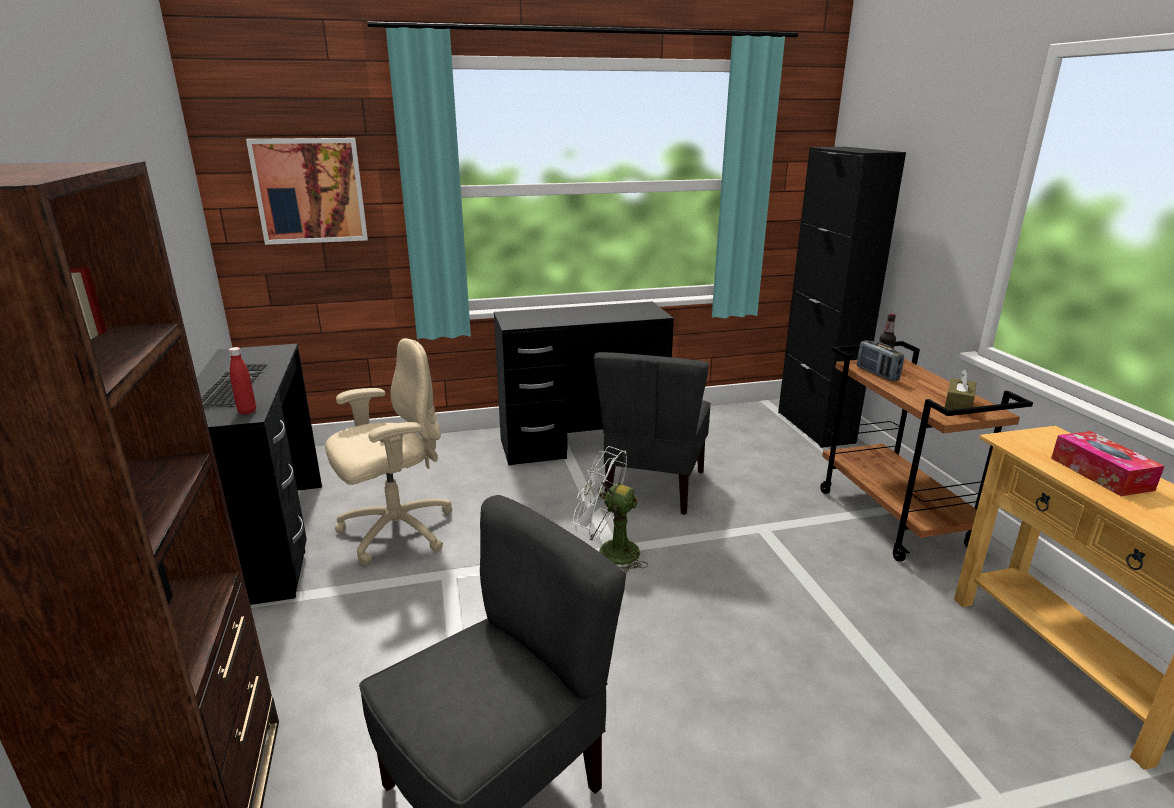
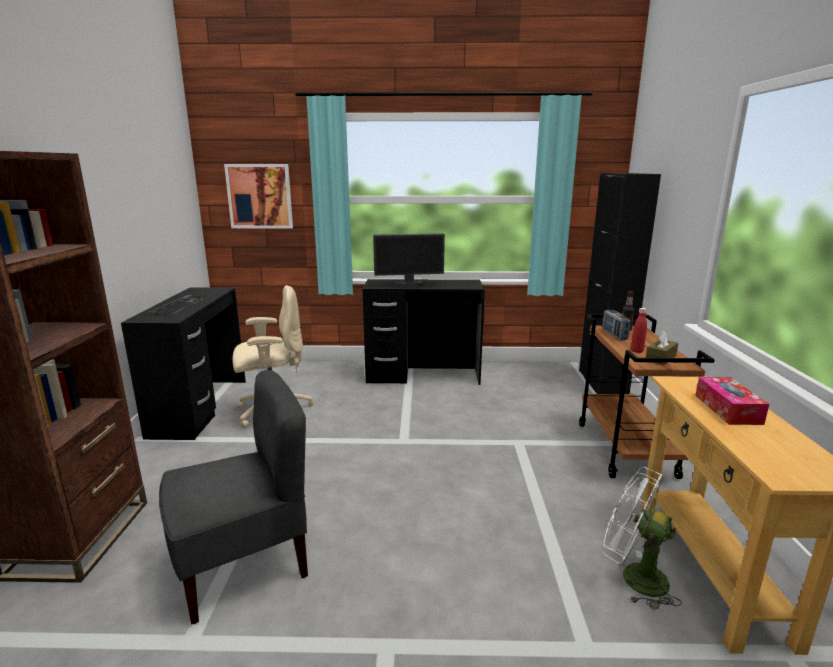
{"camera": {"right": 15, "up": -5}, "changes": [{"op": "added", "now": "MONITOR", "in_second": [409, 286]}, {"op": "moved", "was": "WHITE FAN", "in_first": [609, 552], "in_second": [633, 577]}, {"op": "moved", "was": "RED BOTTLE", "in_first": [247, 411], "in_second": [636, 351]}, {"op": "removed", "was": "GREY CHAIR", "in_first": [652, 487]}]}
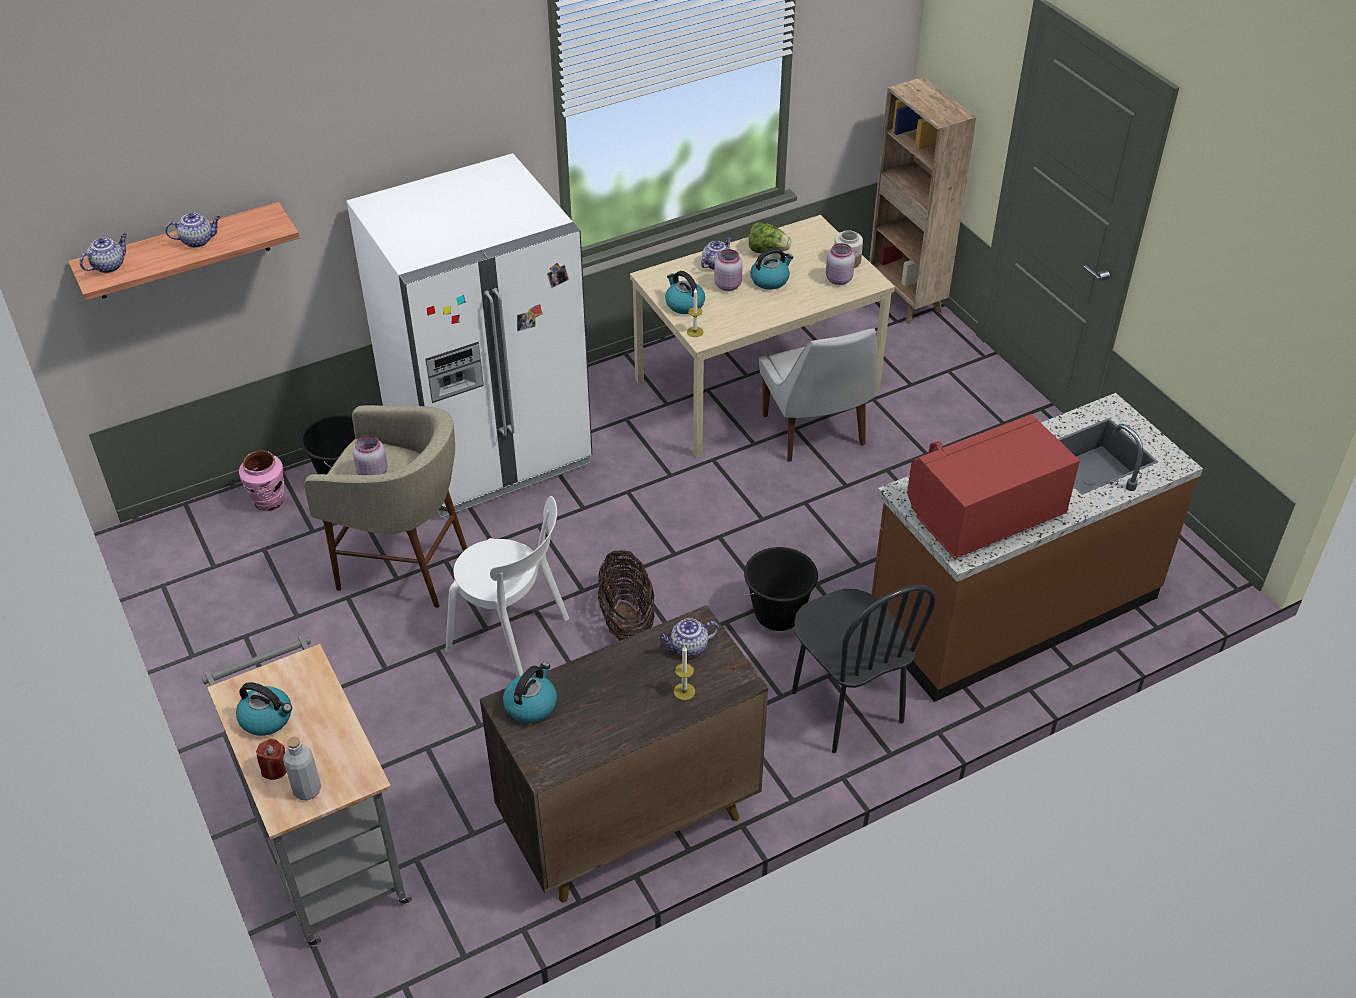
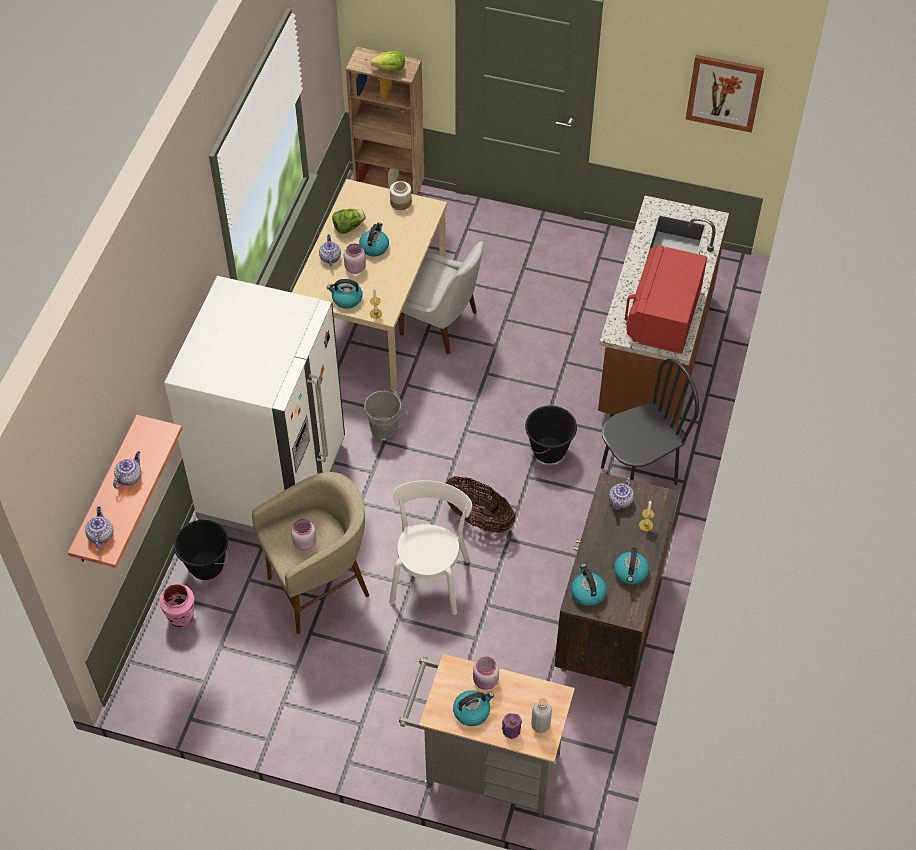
{"camera": {"right": -45, "up": 10}, "changes": [{"op": "added", "now": "GREY BUCKET", "in_second": [386, 430]}, {"op": "added", "now": "LETTUCE", "in_second": [390, 69]}, {"op": "turned", "was": "WHITE CHAIR", "in_first": [513, 636], "in_second": [430, 577], "clockwise": -60}, {"op": "moved", "was": "PINK JAR", "in_first": [838, 280], "in_second": [485, 681]}, {"op": "recoloured", "was": "RED CANDLE", "now": "PURPLE CANDLE", "in_first": [275, 769], "in_second": [511, 730]}, {"op": "turned", "was": "BLACK CHAIR", "in_first": [846, 707], "in_second": [638, 474], "clockwise": -45}, {"op": "added", "now": "KETTLE", "in_second": [630, 573]}, {"op": "added", "now": "PICTURE", "in_second": [724, 92]}]}
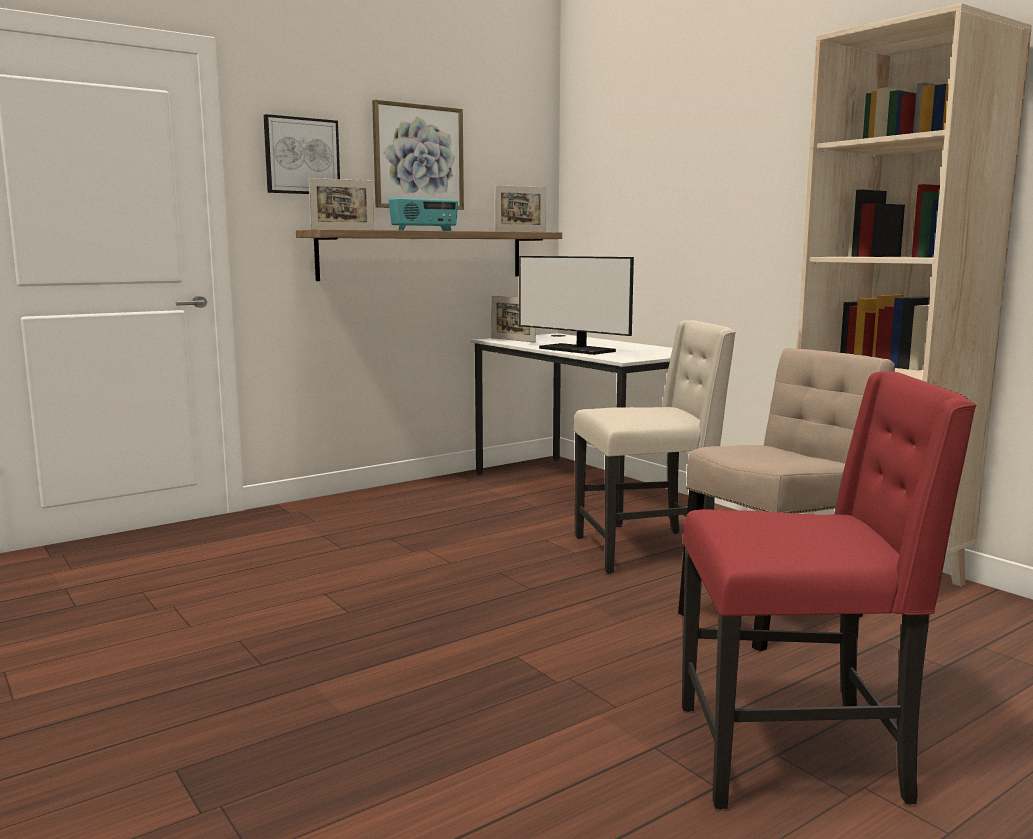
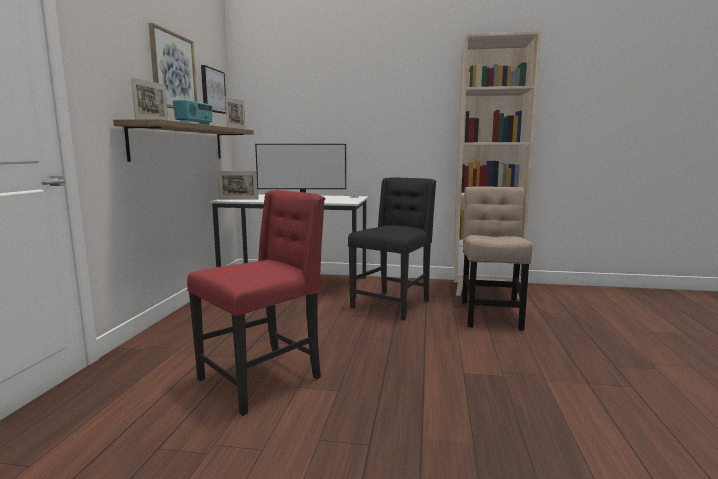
{"camera": {"right": -45, "up": 0}, "changes": [{"op": "moved", "was": "RED CHAIR", "in_first": [794, 754], "in_second": [263, 379]}, {"op": "moved", "was": "PICTURE", "in_first": [301, 156], "in_second": [212, 90]}, {"op": "recoloured", "was": "BEIGE CHAIR", "now": "BLACK CHAIR", "in_first": [646, 550], "in_second": [392, 304]}]}
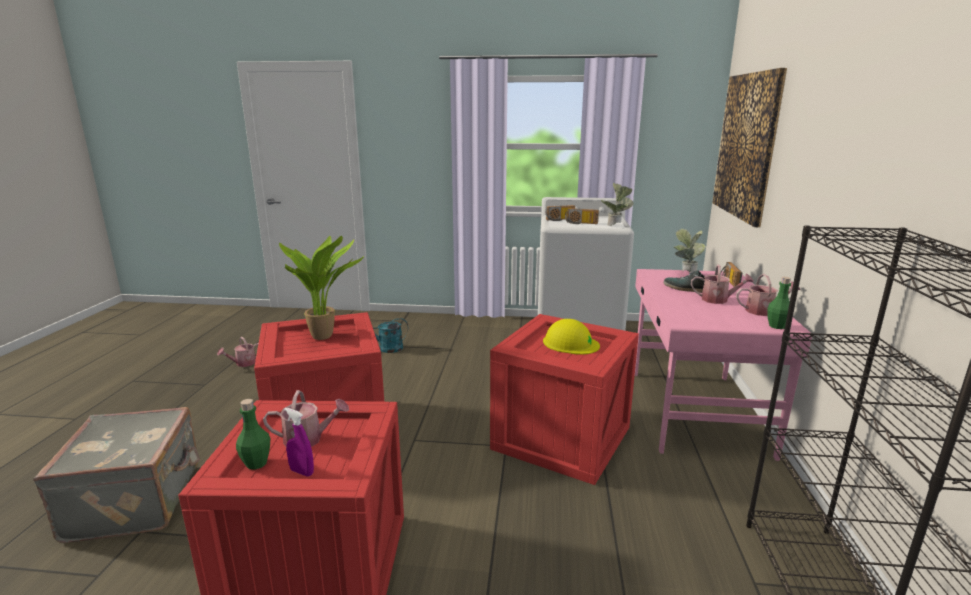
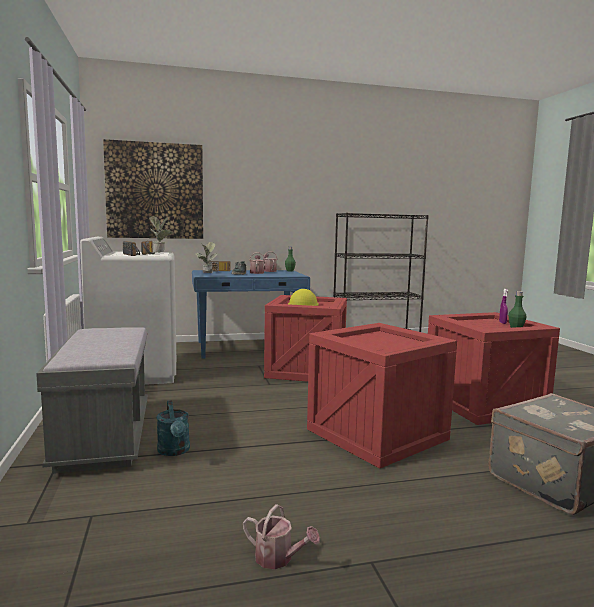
{"camera": {"right": -110, "up": -10}, "changes": [{"op": "added", "now": "GREY BENCH", "in_second": [104, 437]}, {"op": "recoloured", "was": "PINK DESK", "now": "BLUE DESK", "in_first": [694, 411], "in_second": [248, 348]}, {"op": "removed", "was": "WATERING CAN", "in_first": [308, 439]}, {"op": "removed", "was": "POTTED PLANT", "in_first": [326, 336]}]}
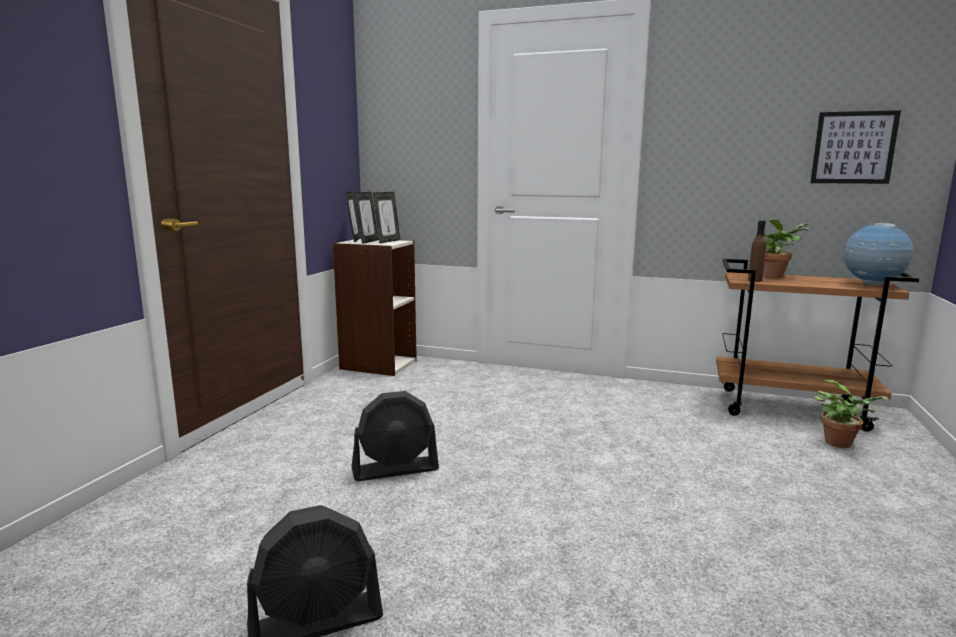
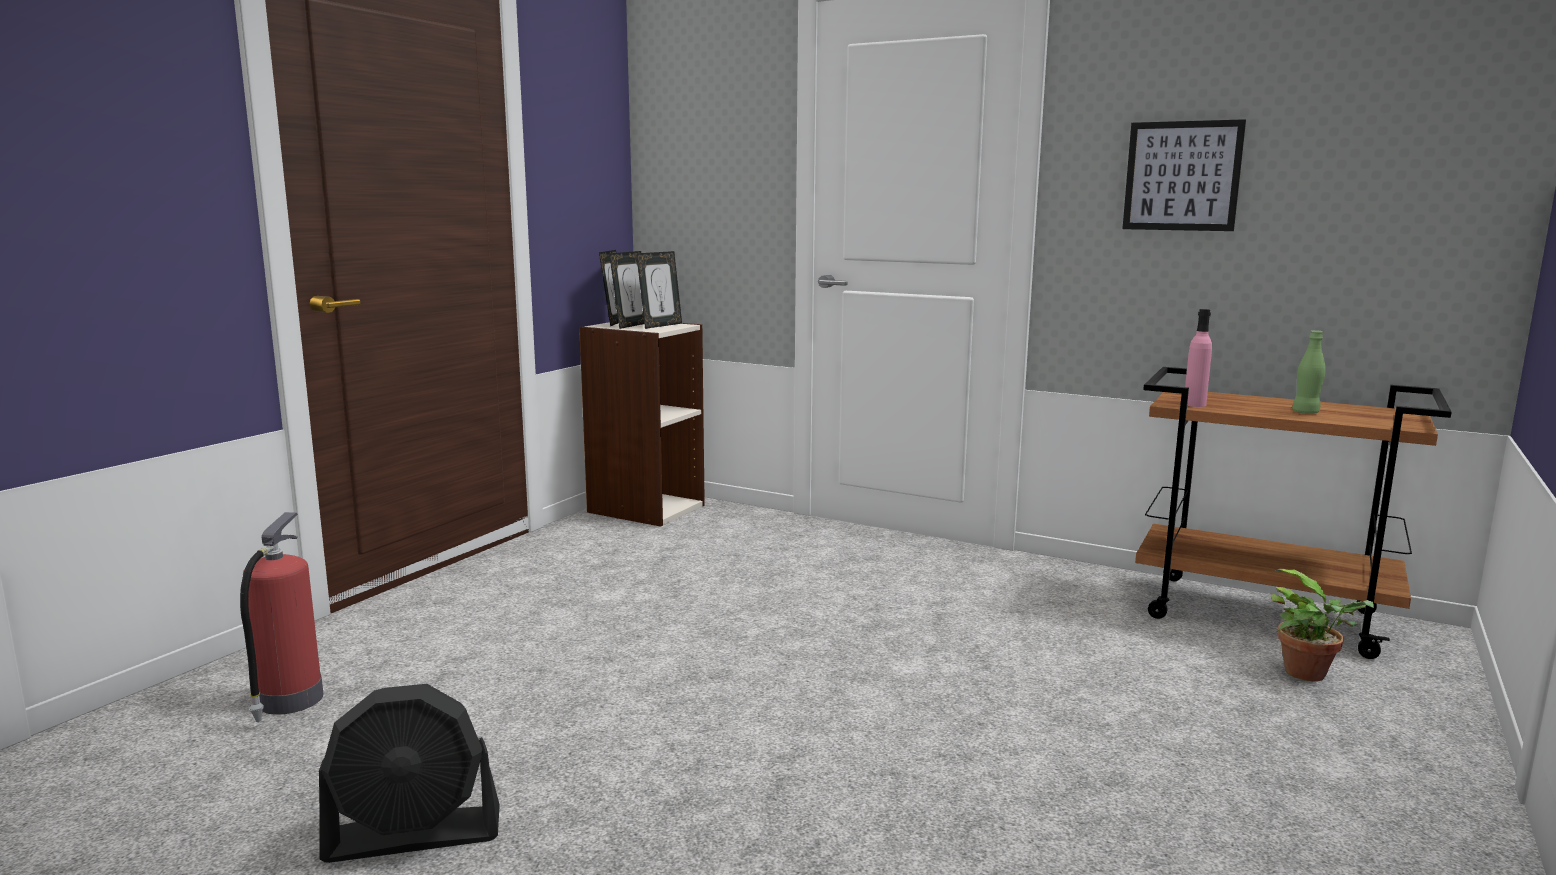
{"camera": {"right": 10, "up": 0}, "changes": [{"op": "added", "now": "FIRE EXTINGUISHER", "in_second": [289, 701]}, {"op": "moved", "was": "PICTURE", "in_first": [853, 148], "in_second": [1182, 176]}, {"op": "recoloured", "was": "BROWN BOTTLE", "now": "PINK BOTTLE", "in_first": [755, 280], "in_second": [1194, 404]}, {"op": "added", "now": "GREEN BOTTLE", "in_second": [1305, 412]}, {"op": "removed", "was": "BLACK FAN", "in_first": [395, 469]}, {"op": "removed", "was": "POTTED PLANT", "in_first": [773, 276]}, {"op": "removed", "was": "GLOBE", "in_first": [872, 285]}]}
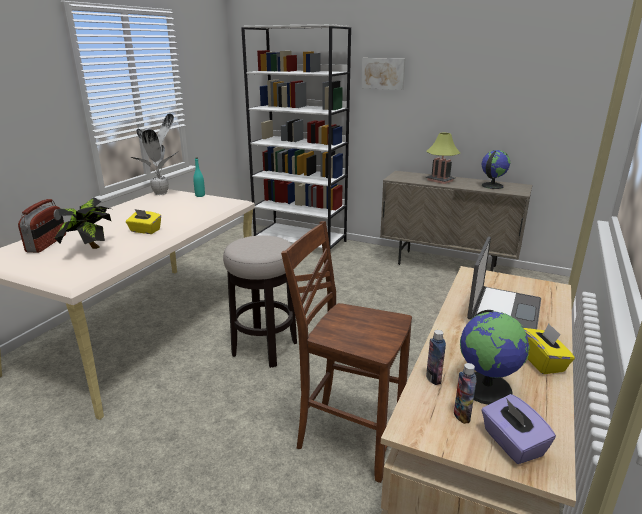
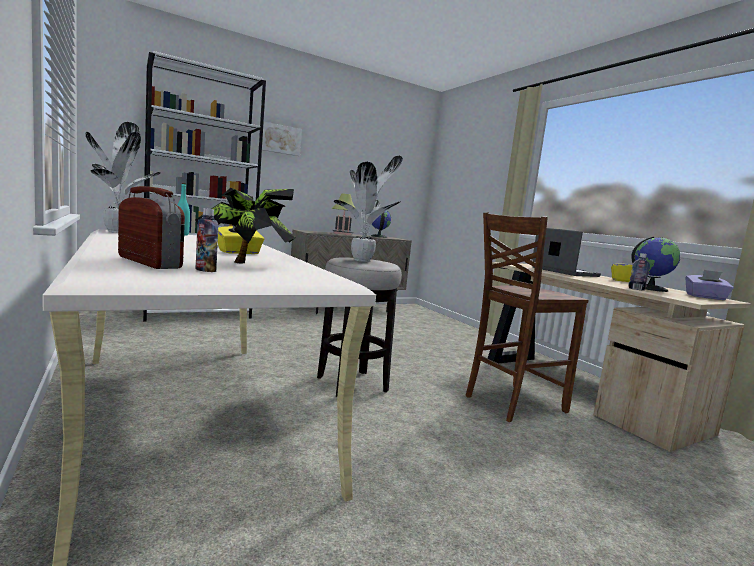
{"camera": {"right": -55, "up": -15}, "changes": [{"op": "moved", "was": "BOTTLE", "in_first": [461, 415], "in_second": [205, 270]}, {"op": "added", "now": "POTTED PLANT", "in_second": [364, 260]}]}
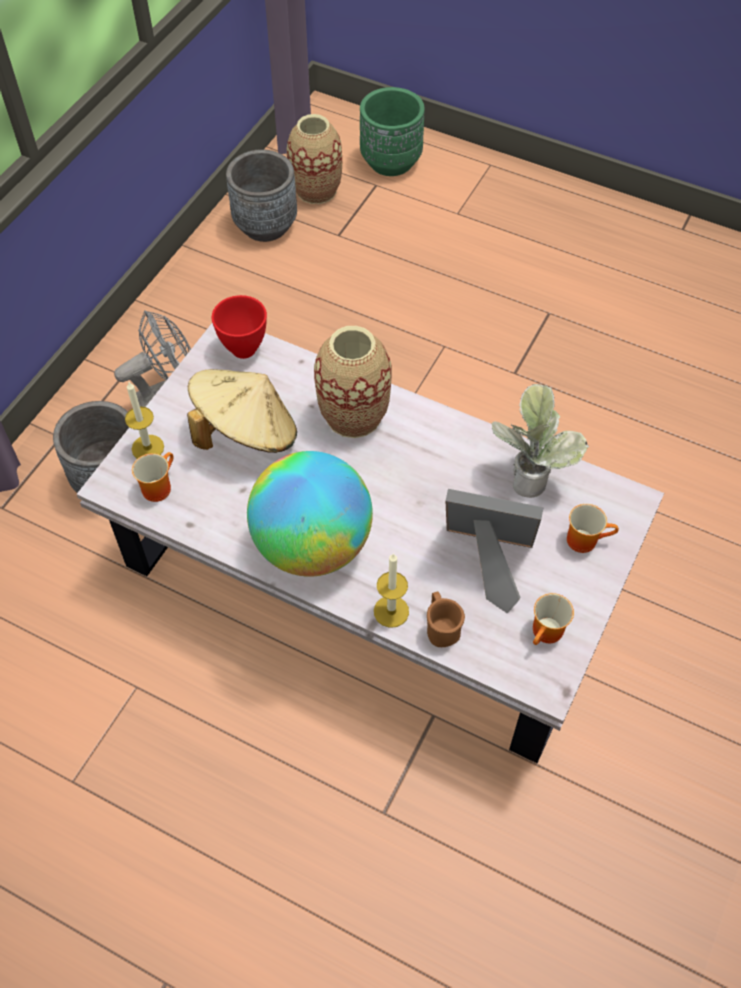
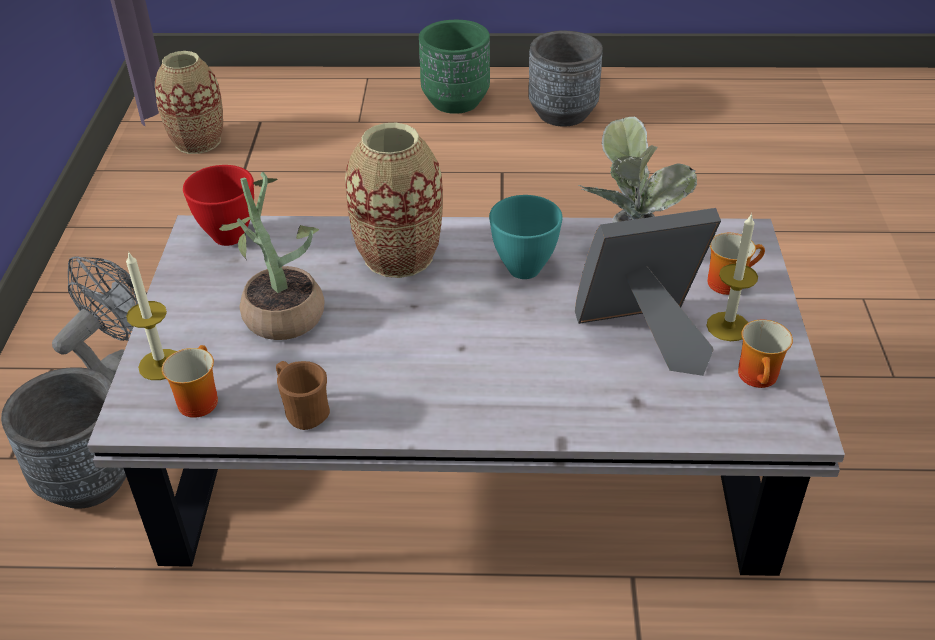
{"camera": {"right": -25, "up": -15}, "changes": [{"op": "replaced", "was": "BEIGE HAT", "now": "POTTED PLANT", "in_first": [246, 432], "in_second": [280, 310]}, {"op": "moved", "was": "BROWN MUG", "in_first": [441, 628], "in_second": [303, 411]}, {"op": "moved", "was": "GREEN PLANTER", "in_first": [390, 162], "in_second": [455, 101]}, {"op": "added", "now": "TURQUOISE BOWL", "in_second": [522, 269]}, {"op": "moved", "was": "GREY PLANTER", "in_first": [265, 225], "in_second": [562, 114]}, {"op": "moved", "was": "CANDLE", "in_first": [391, 611], "in_second": [728, 326]}, {"op": "removed", "was": "GLOBE", "in_first": [312, 545]}]}
